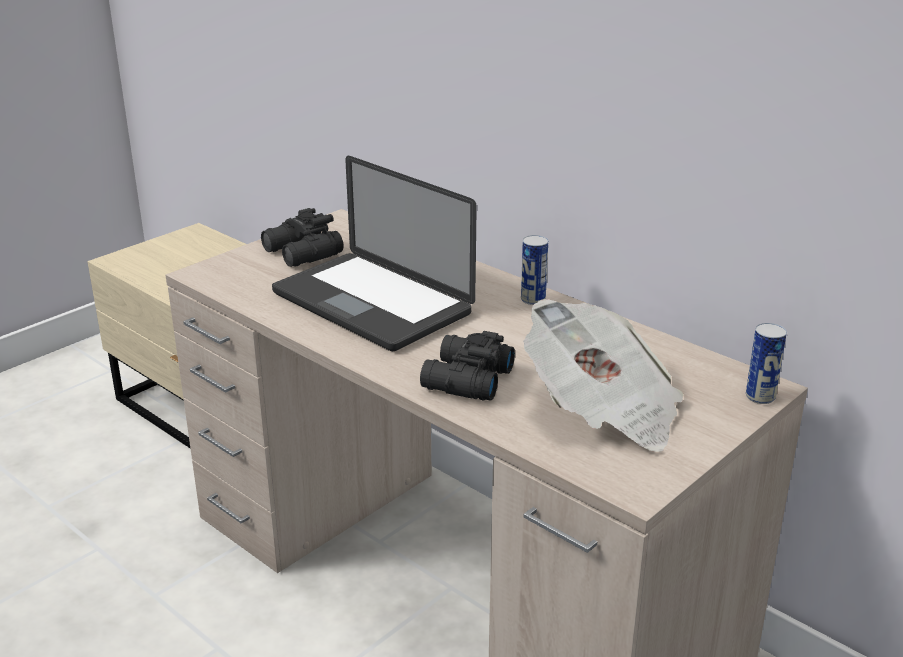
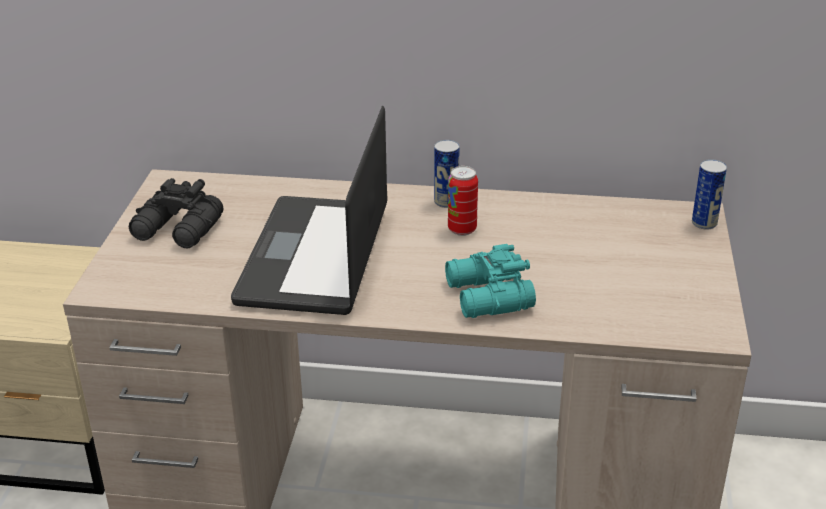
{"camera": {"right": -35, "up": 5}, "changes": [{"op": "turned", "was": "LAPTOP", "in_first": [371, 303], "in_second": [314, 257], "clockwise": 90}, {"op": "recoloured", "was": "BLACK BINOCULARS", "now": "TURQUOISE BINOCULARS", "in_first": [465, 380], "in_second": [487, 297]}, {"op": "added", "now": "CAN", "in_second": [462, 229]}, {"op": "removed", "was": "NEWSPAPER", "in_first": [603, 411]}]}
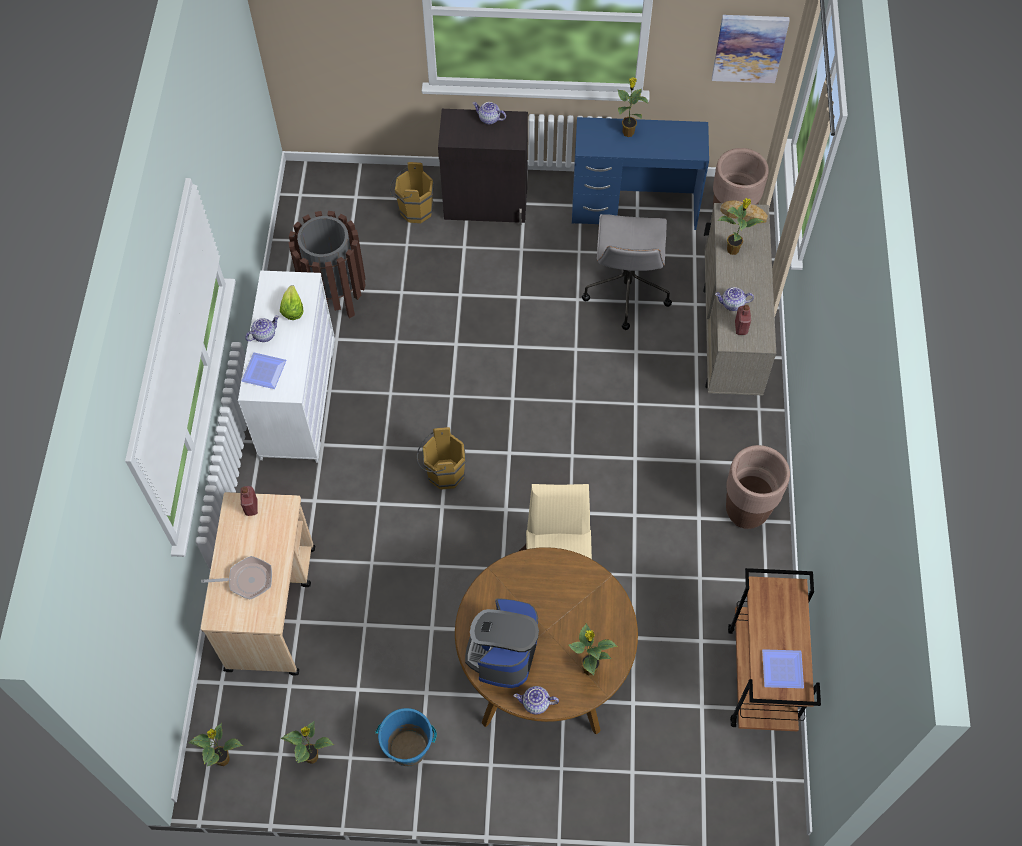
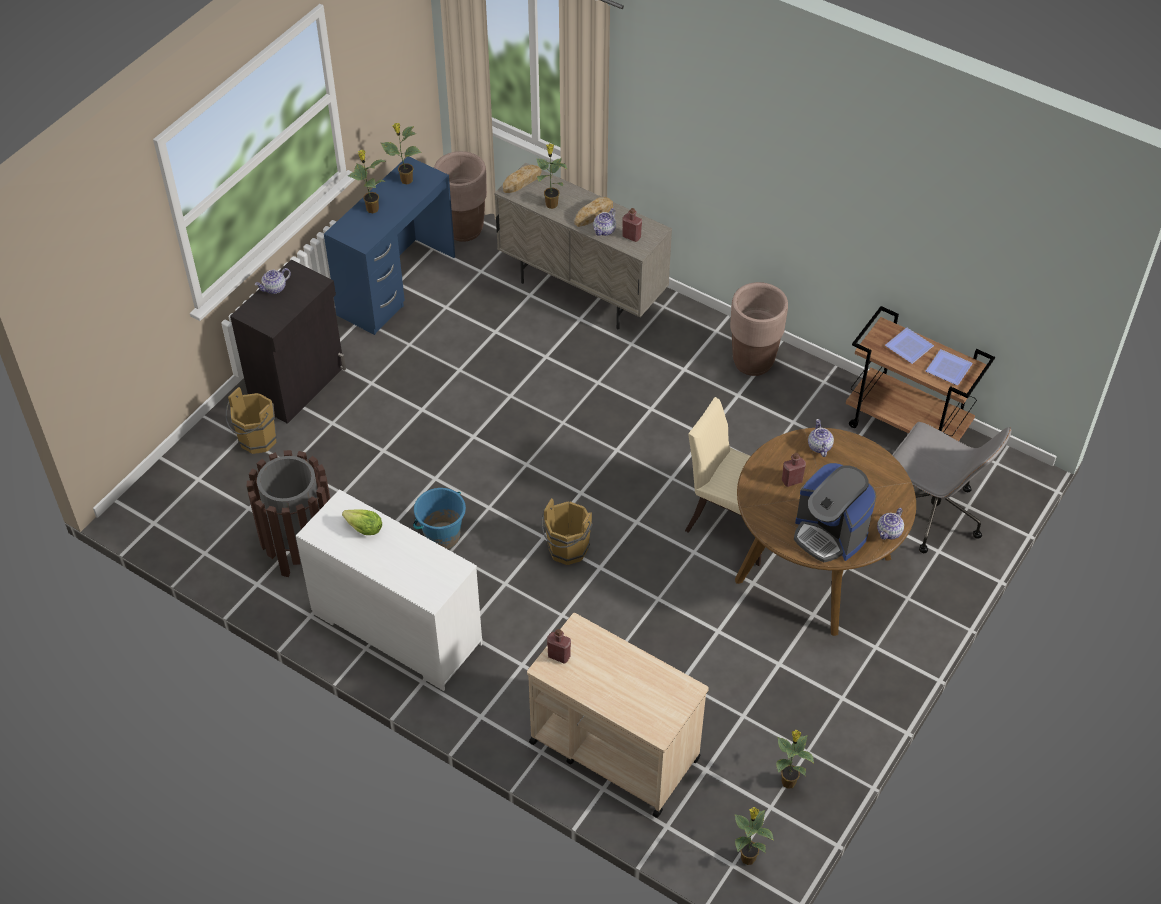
{"camera": {"right": -60, "up": -10}, "changes": [{"op": "moved", "was": "POTTED PLANT", "in_first": [588, 667], "in_second": [405, 180]}, {"op": "moved", "was": "BLUE BUCKET", "in_first": [409, 748], "in_second": [442, 536]}, {"op": "added", "now": "BREAD", "in_second": [593, 214]}, {"op": "added", "now": "RED BOTTLE", "in_second": [792, 480]}, {"op": "moved", "was": "TEAPOT", "in_first": [264, 334], "in_second": [819, 446]}, {"op": "moved", "was": "PLATE", "in_first": [262, 372], "in_second": [909, 348]}, {"op": "moved", "was": "GREY OFFICE CHAIR", "in_first": [626, 290], "in_second": [931, 514]}, {"op": "removed", "was": "FRYING PAN", "in_first": [247, 580]}, {"op": "removed", "was": "PICTURE", "in_first": [749, 47]}]}
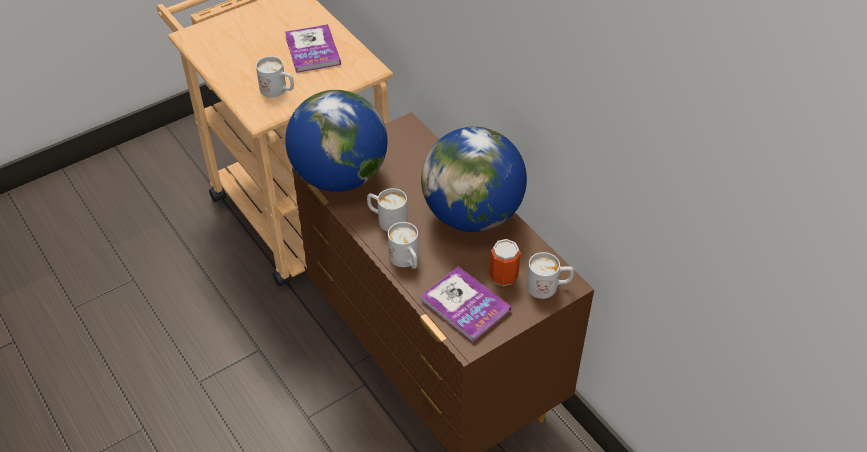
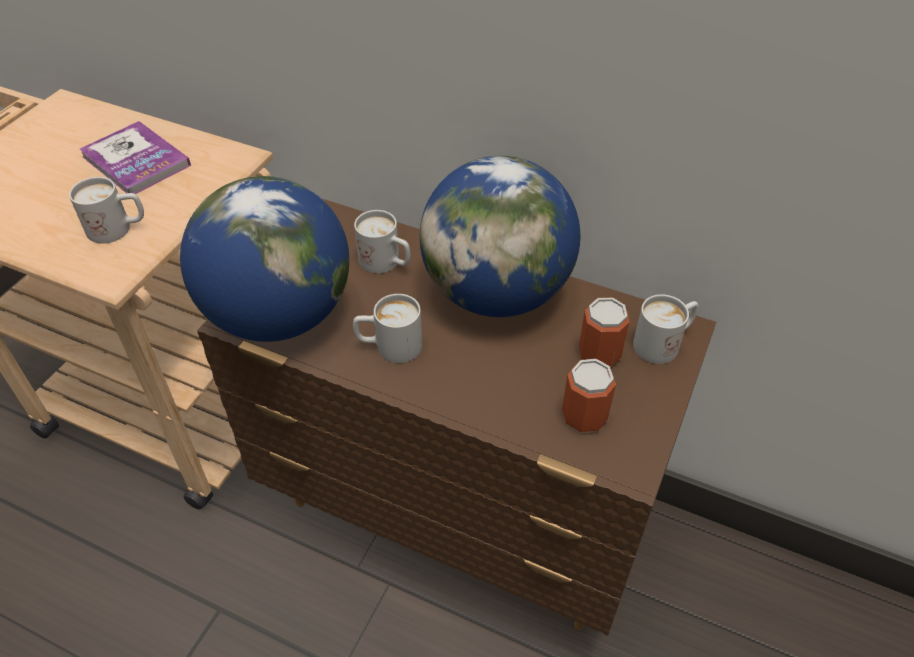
{"camera": {"right": -30, "up": 0}, "changes": [{"op": "moved", "was": "WHITE MUG", "in_first": [406, 261], "in_second": [386, 263]}, {"op": "replaced", "was": "BOOK", "now": "CAN", "in_first": [465, 305], "in_second": [584, 417]}]}
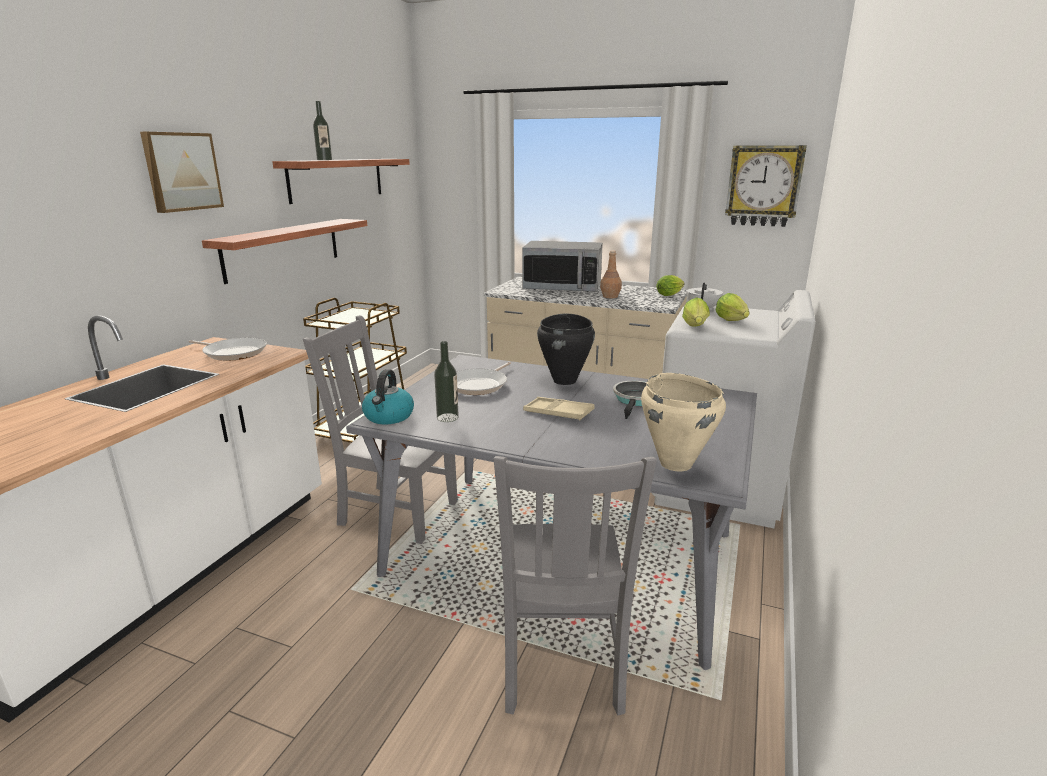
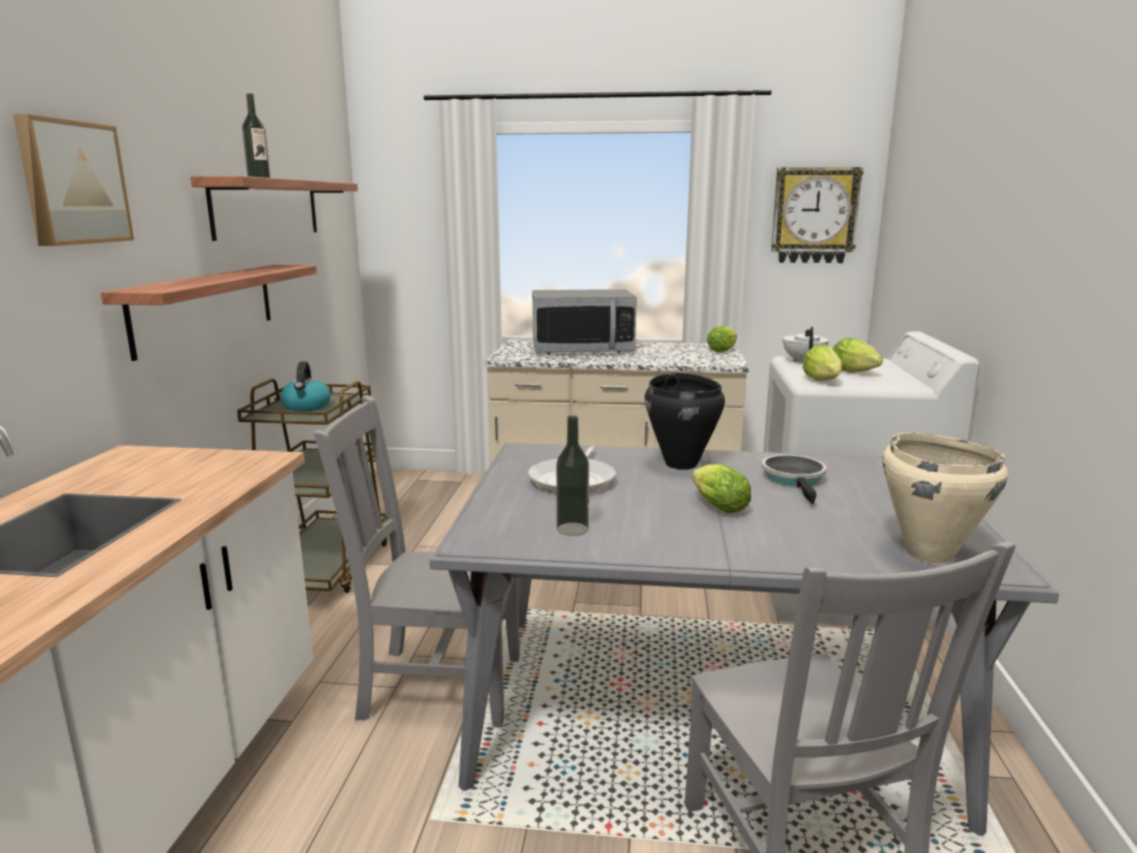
{"camera": {"right": -15, "up": -5}, "changes": [{"op": "moved", "was": "KETTLE", "in_first": [389, 416], "in_second": [307, 407]}, {"op": "replaced", "was": "BEIGE TRAY", "now": "LETTUCE", "in_first": [558, 413], "in_second": [716, 506]}, {"op": "removed", "was": "FRYING PAN", "in_first": [233, 353]}, {"op": "removed", "was": "BROWN BOTTLE", "in_first": [610, 296]}]}
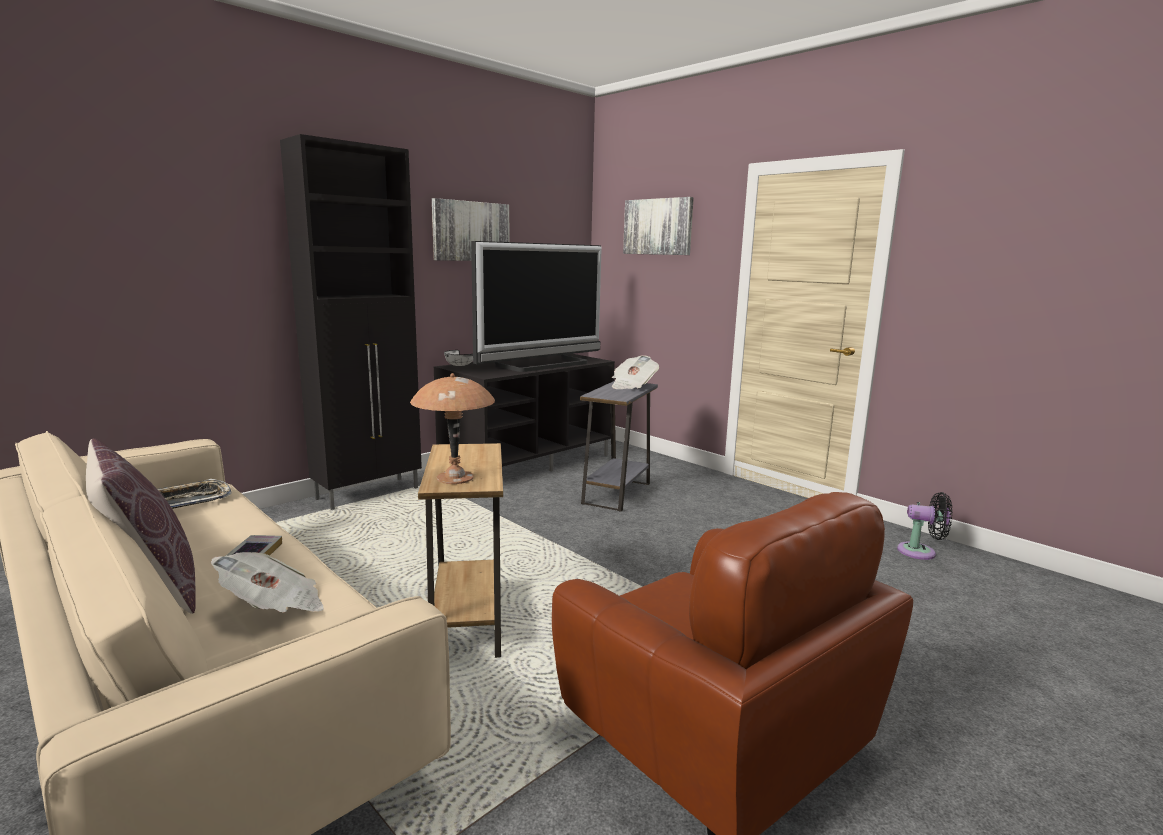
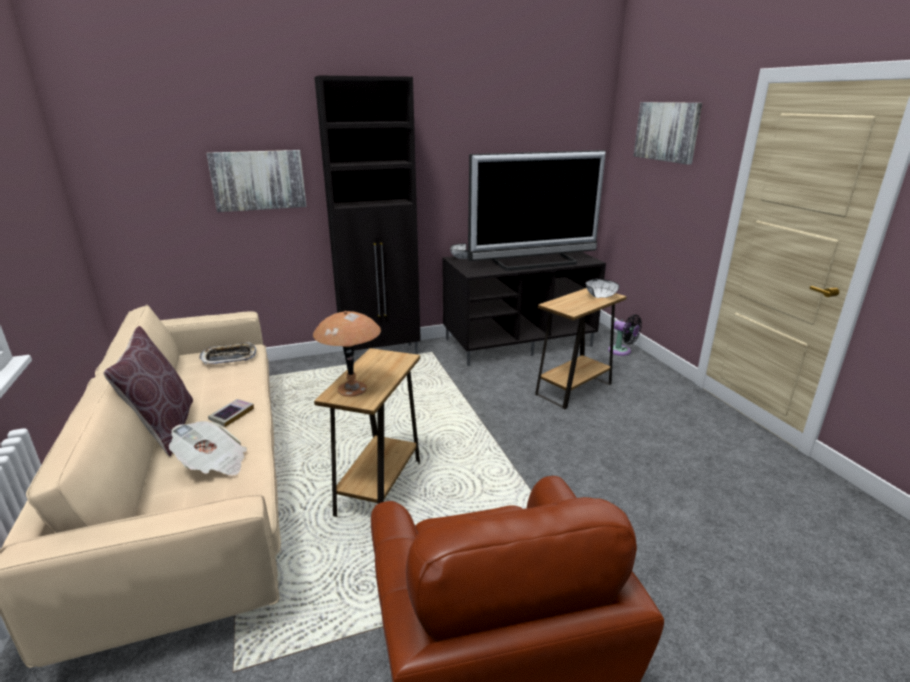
{"camera": {"right": 25, "up": 10}, "changes": [{"op": "moved", "was": "PICTURE", "in_first": [471, 231], "in_second": [258, 180]}, {"op": "recoloured", "was": "GREY SIDE TABLE", "now": "BROWN SIDE TABLE", "in_first": [617, 493], "in_second": [574, 389]}, {"op": "replaced", "was": "NEWSPAPER", "now": "WHITE BOWL", "in_first": [632, 386], "in_second": [598, 296]}, {"op": "moved", "was": "BLACK FAN", "in_first": [921, 552], "in_second": [622, 351]}]}
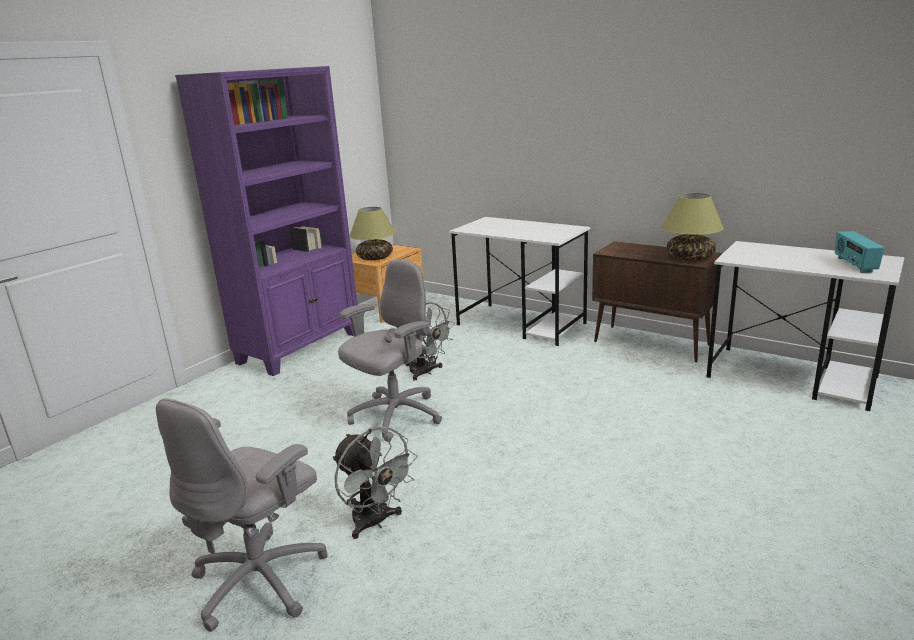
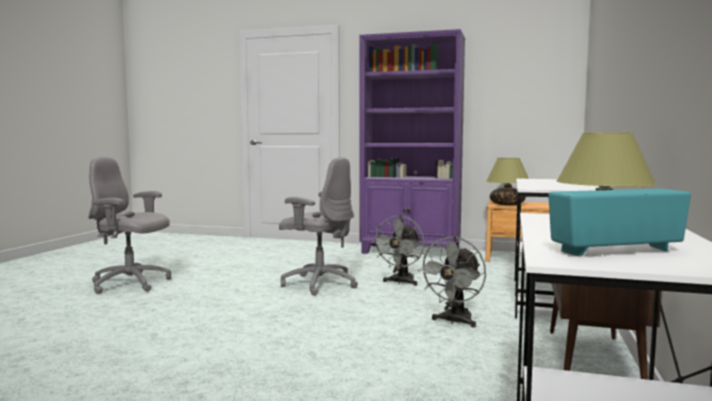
{"camera": {"right": 70, "up": -15}, "changes": [{"op": "moved", "was": "GREY FAN", "in_first": [375, 523], "in_second": [454, 322]}]}
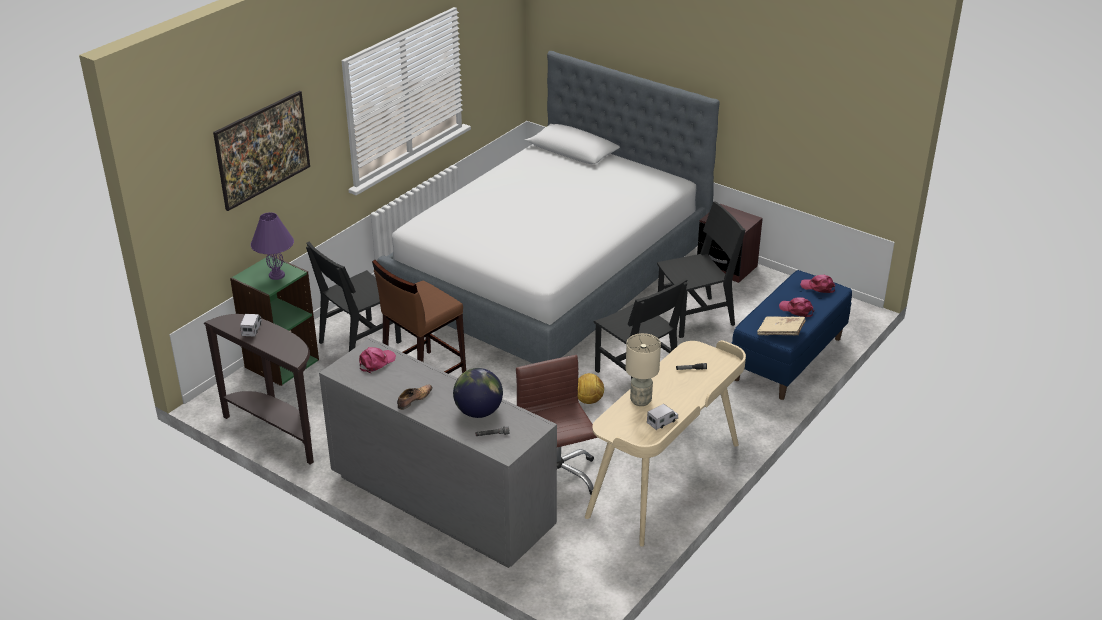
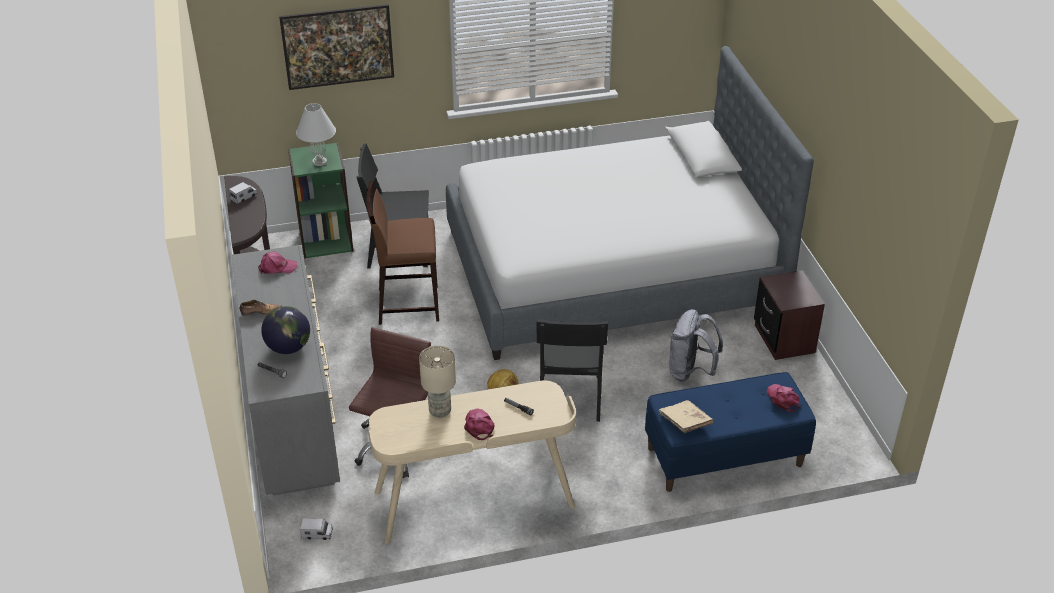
{"camera": {"right": 40, "up": 5}, "changes": [{"op": "recoloured", "was": "PURPLE TABLE LAMP", "now": "WHITE TABLE LAMP", "in_first": [276, 275], "in_second": [319, 162]}, {"op": "moved", "was": "TOY TRUCK", "in_first": [662, 422], "in_second": [317, 534]}, {"op": "moved", "was": "PINK CAP", "in_first": [796, 310], "in_second": [479, 426]}, {"op": "replaced", "was": "BLACK CHAIR", "now": "GREY BACKPACK", "in_first": [695, 317], "in_second": [690, 372]}]}
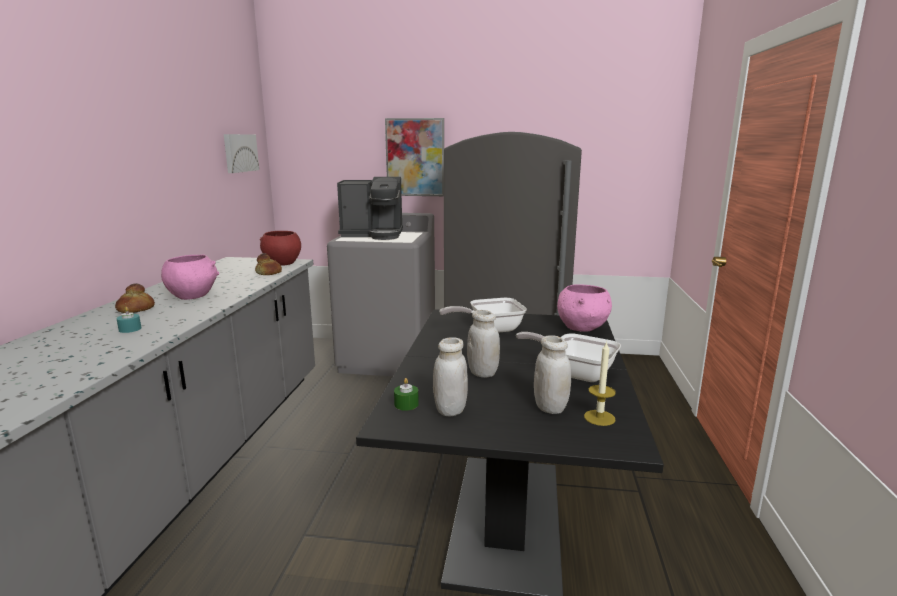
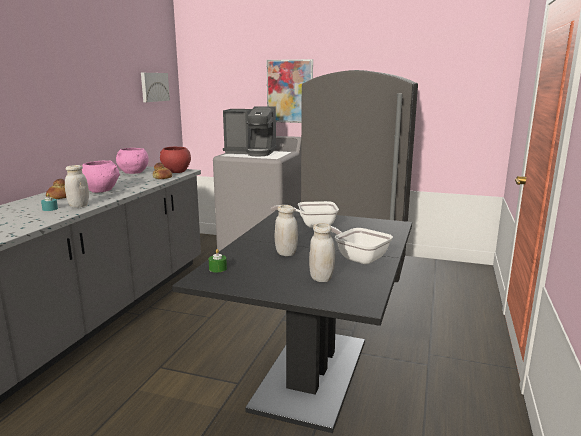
{"camera": {"right": 10, "up": 0}, "changes": [{"op": "moved", "was": "WHITE JAR", "in_first": [450, 410], "in_second": [79, 206]}, {"op": "moved", "was": "PINK BOWL", "in_first": [582, 328], "in_second": [134, 173]}, {"op": "removed", "was": "CANDLE", "in_first": [599, 418]}]}
